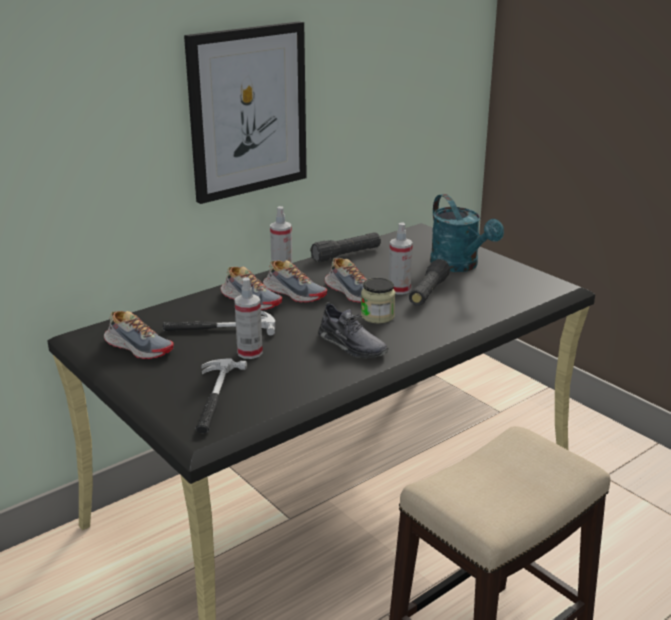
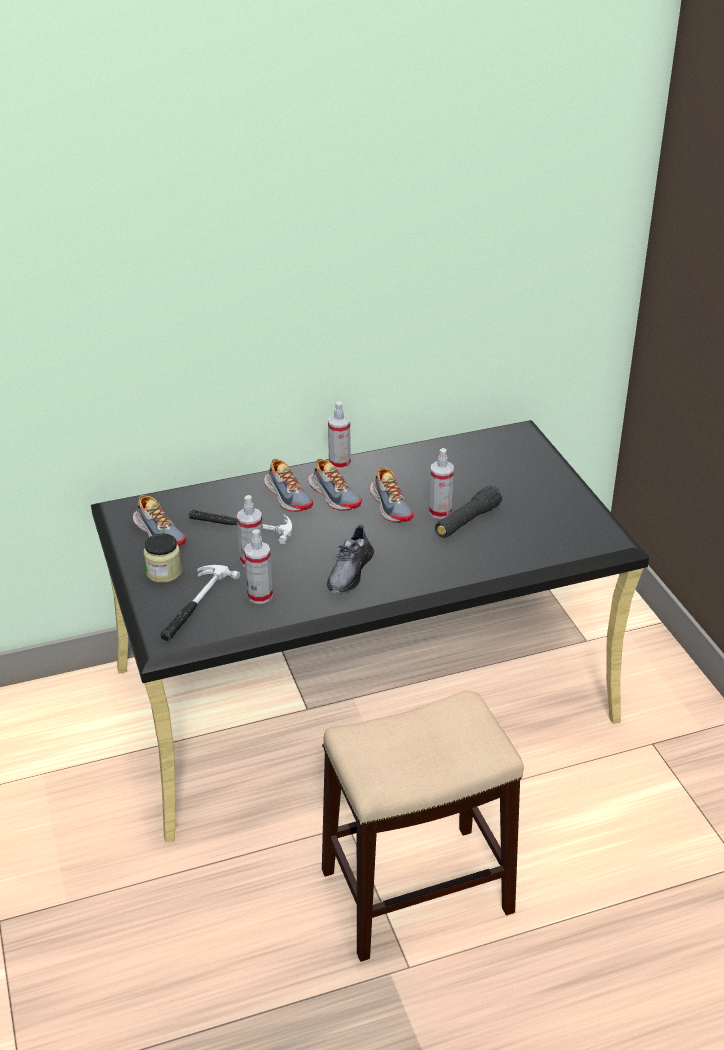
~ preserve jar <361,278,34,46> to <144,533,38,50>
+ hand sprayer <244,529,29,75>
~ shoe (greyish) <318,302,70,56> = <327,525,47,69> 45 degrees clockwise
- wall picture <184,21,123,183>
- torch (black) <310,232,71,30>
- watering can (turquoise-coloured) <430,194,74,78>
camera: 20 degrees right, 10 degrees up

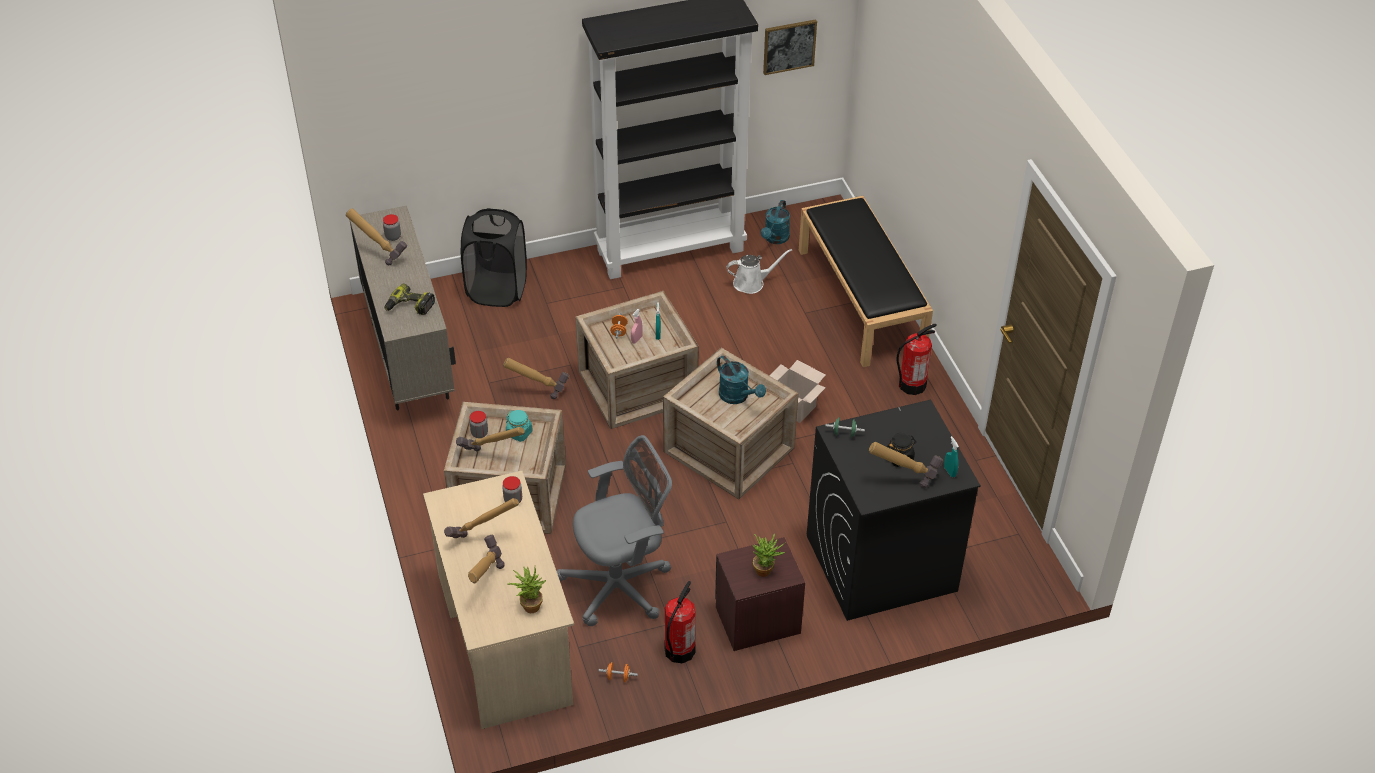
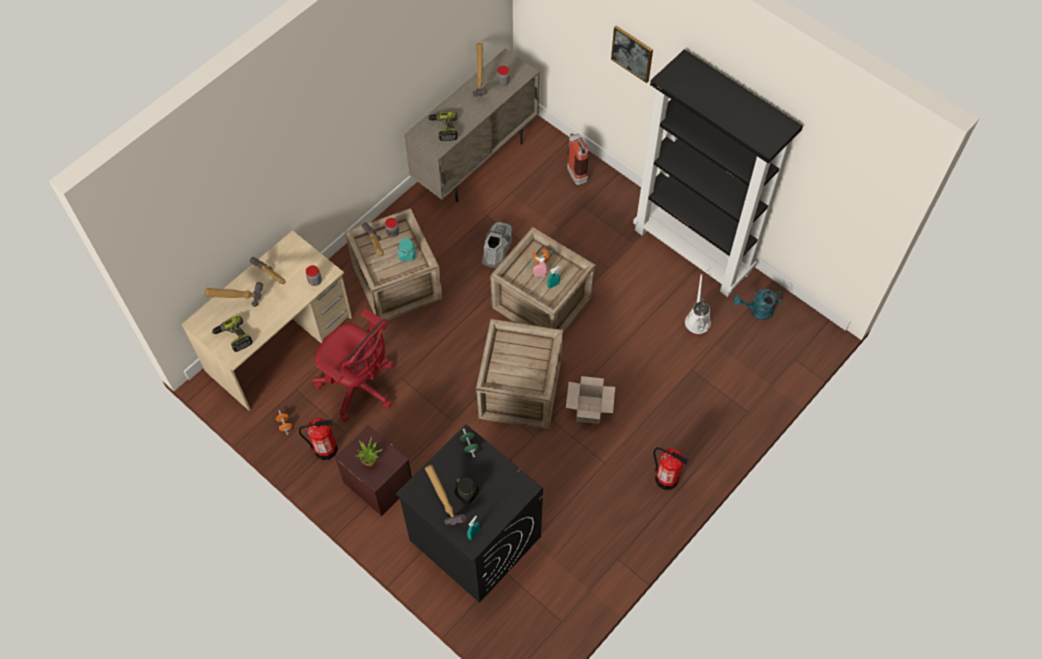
~ potted plant <507,566,39,47> to electric drill <212,315,40,37>
~ office chair (greyish) <557,435,115,191> to office chair (reddish) <312,309,82,113>
~ hammer <503,358,66,41> to boot (greyish) <482,222,30,46>
~ washing basket (black) <461,208,66,99> to fire-fighting cylinder <567,133,22,52>
~ wall picture <763,19,54,56> to <611,26,42,57>
~ watering can (whitish) <727,249,65,45> = <685,274,26,60> 135 degrees counterclockwise
- watering can (turquoise-coloured) <717,356,49,48>
- long seat (black) <799,196,134,171>
camera: 60 degrees right, 15 degrees up

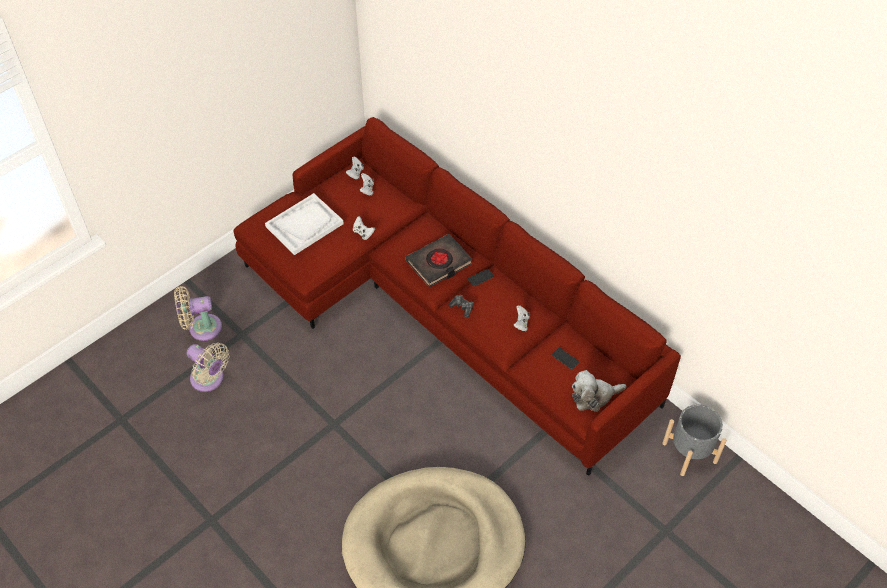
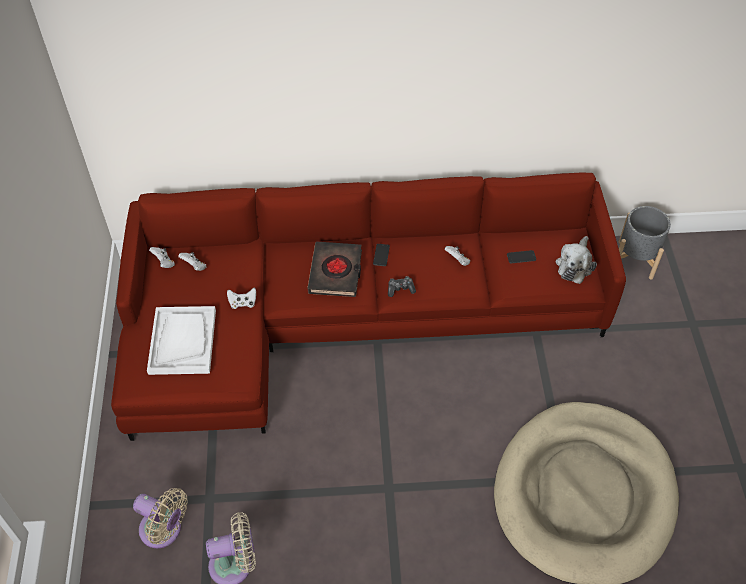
~ fan (sand-coloured) <174,286,48,55> = <133,488,55,60> 90 degrees counterclockwise
camera: 50 degrees left, 0 degrees up

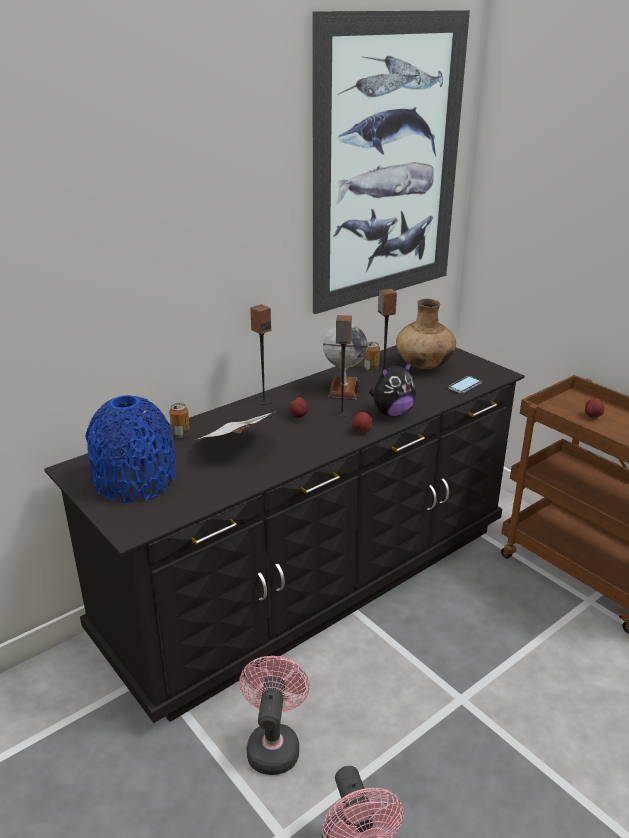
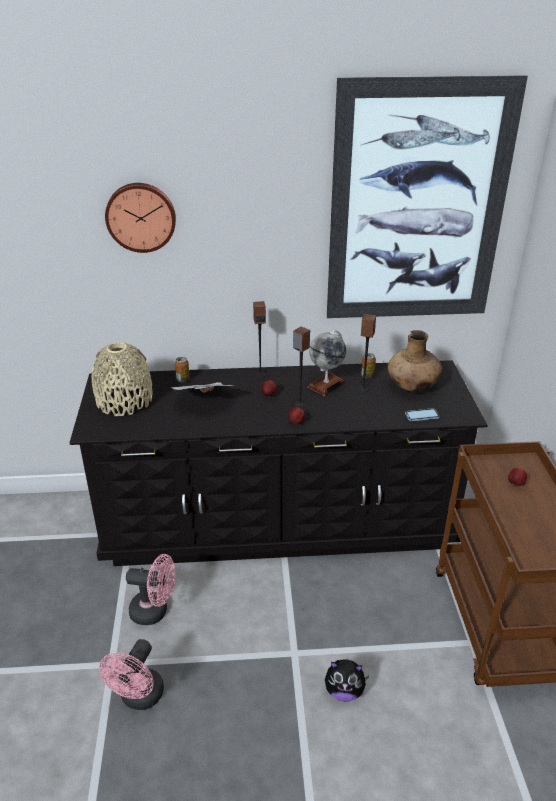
~ flower vase (blue-coloured) <86,395,90,108> to flower vase (sand-coloured) <92,342,61,74>
+ clock on the wall <105,183,71,70>
~ fan (pinkish) <239,656,71,119> = <126,554,50,71> 60 degrees clockwise
~ plush toy <369,361,47,56> to <325,660,44,41>
camera: 35 degrees right, 5 degrees up

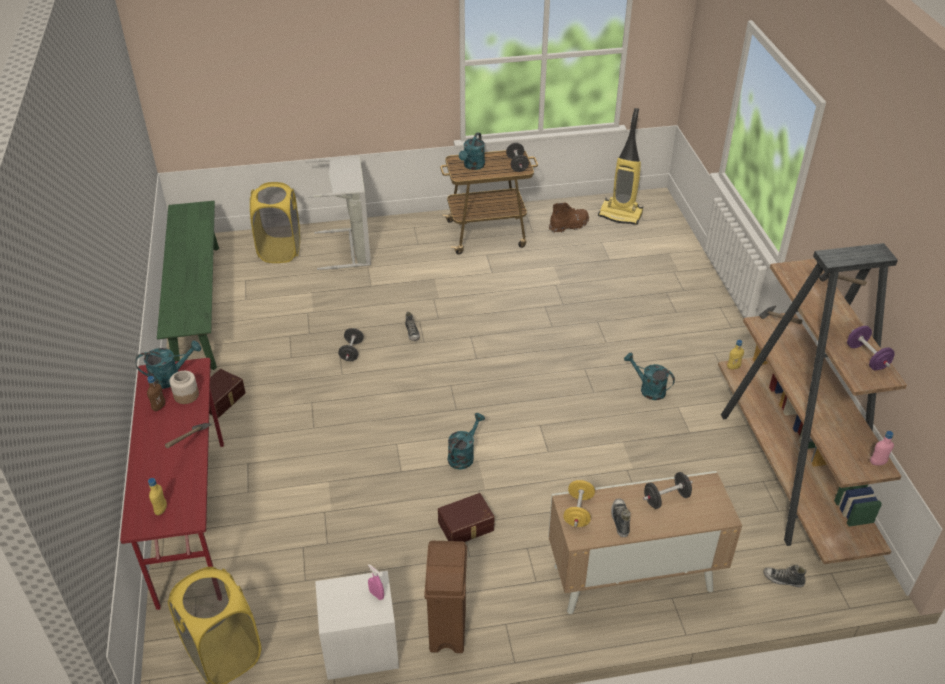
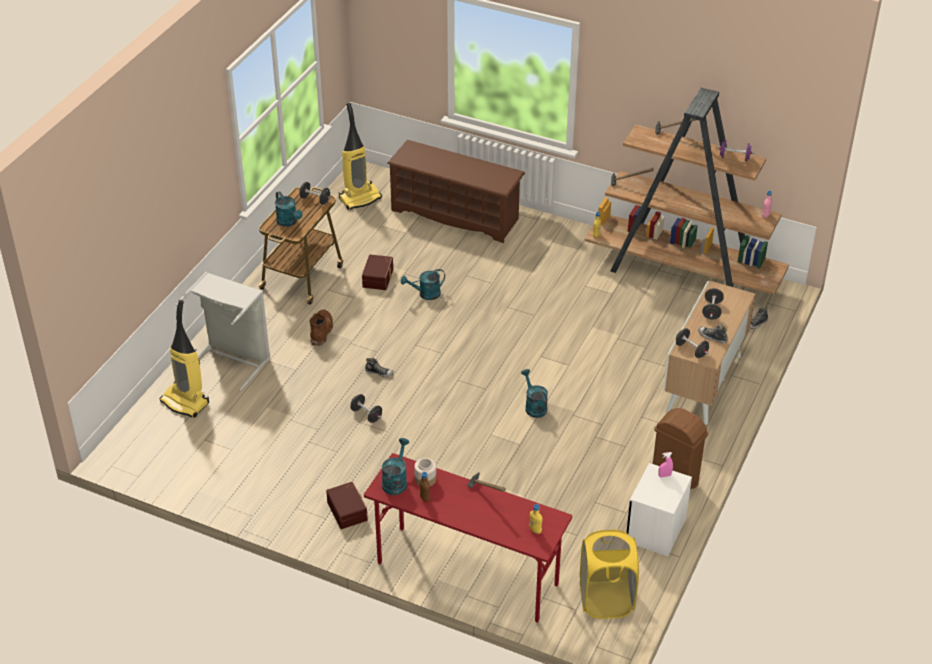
~ washing basket (yellow) <250,182,50,81> to hoover <160,300,49,118>
~ boot (brown-coloured) <549,203,40,30> to <309,310,24,36>
~ storage bin (brown-coloured) <438,493,57,49> to <362,254,31,36>
+ shoe shelf (brown-coloured) <387,140,138,103>
~ watering can (turquoise-coloured) <624,353,51,47> to <401,269,44,31>
~ hand weight (yellow) <563,480,32,47> to hand weight (black) <676,328,33,30>
- long seat (green) <157,201,62,169>
camera: 55 degrees left, 0 degrees up

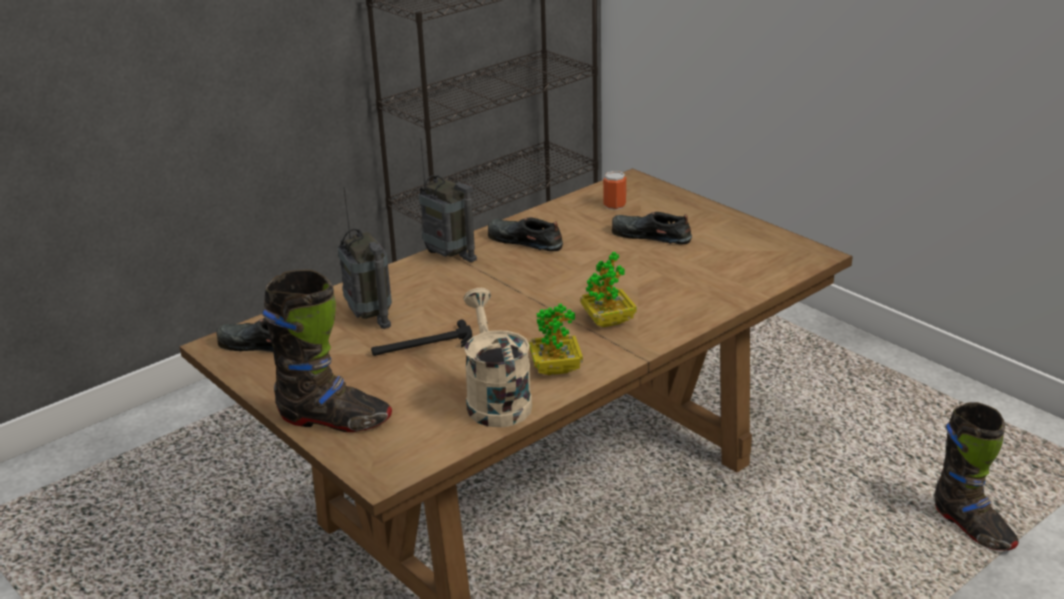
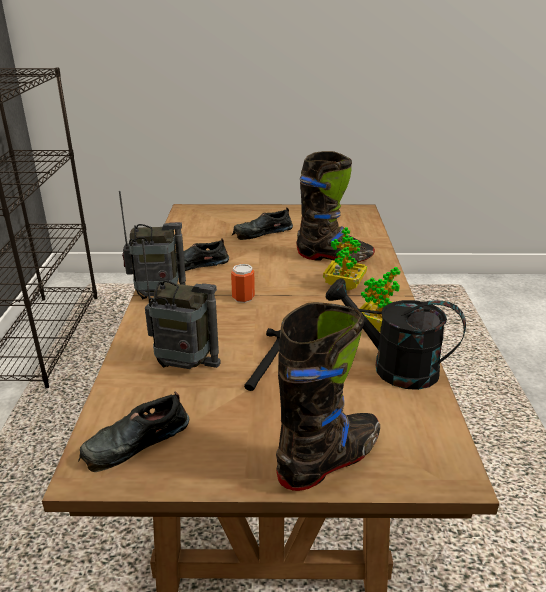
~ sealed can <603,171,23,39> to <231,264,24,39>
~ boot (black) <934,402,85,149> to <296,151,79,111>
~ watering can (sand-coloured) <463,288,69,139> to watering can (black) <325,278,141,112>
camera: 50 degrees left, 0 degrees up

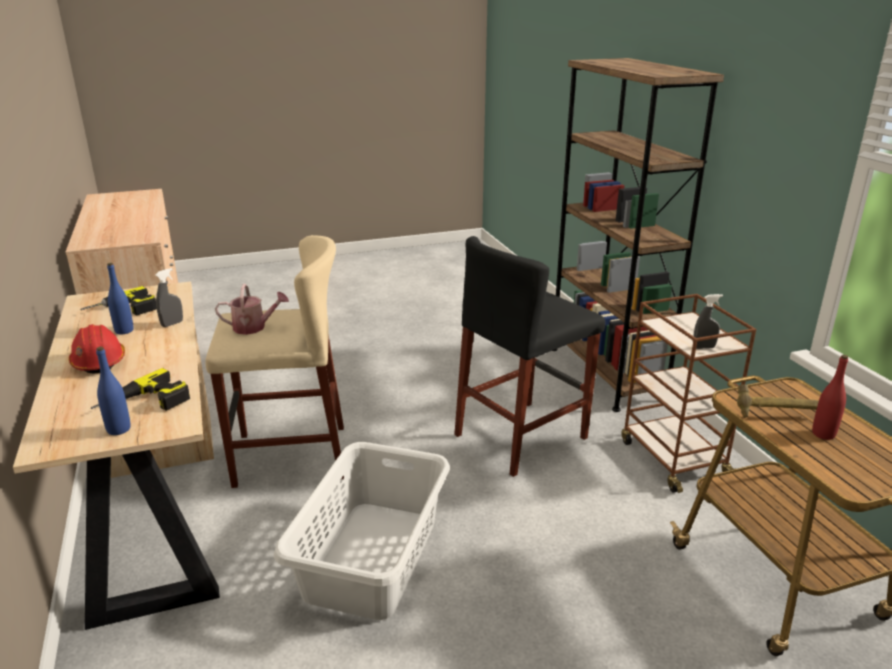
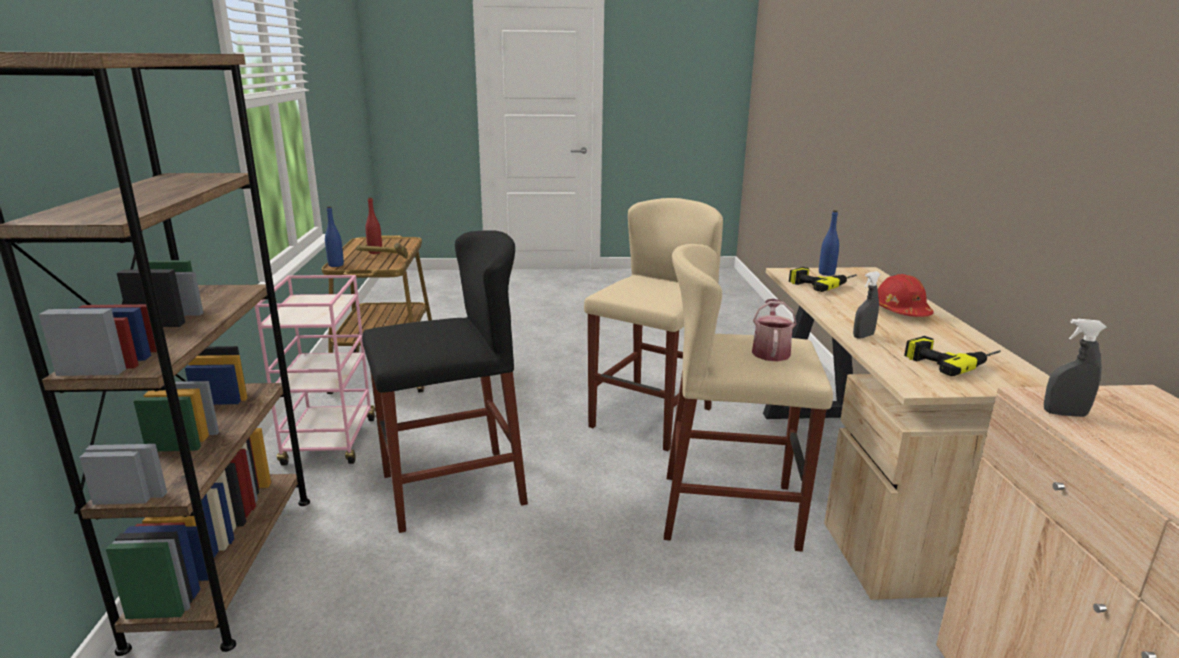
~ cart (brown-coloured) <621,294,135,199> to cart (pinkish) <255,275,120,190>
~ bottle (blue-coloured) <107,263,27,71> to <325,206,19,61>
~ washing basket (greyish) <274,442,176,178> to stool (sand-coloured) <584,198,139,253>
~ watering can <215,284,74,51> = <752,299,45,62> 90 degrees clockwise
~ hand sprayer (greyish) <693,294,30,55> to <1044,319,63,98>
camera: 165 degrees left, 5 degrees down

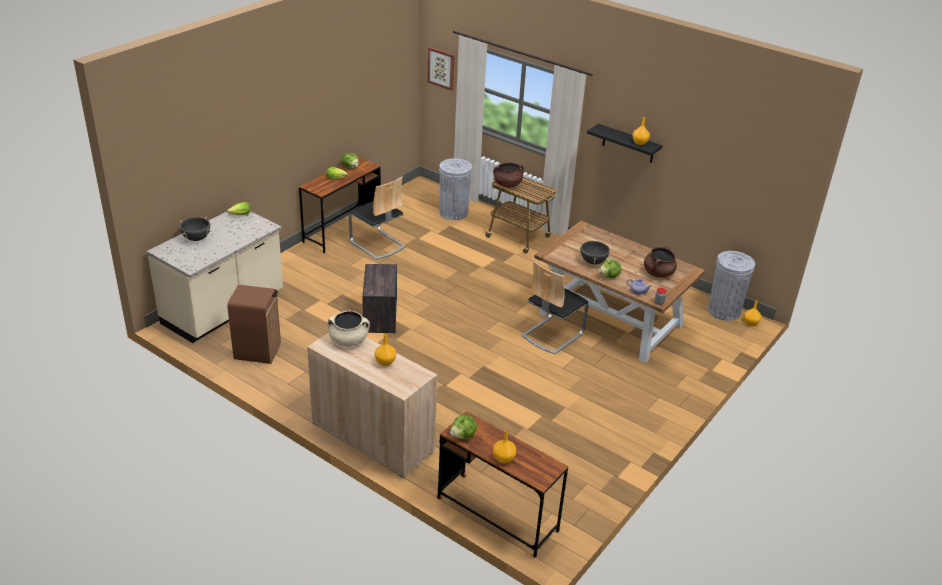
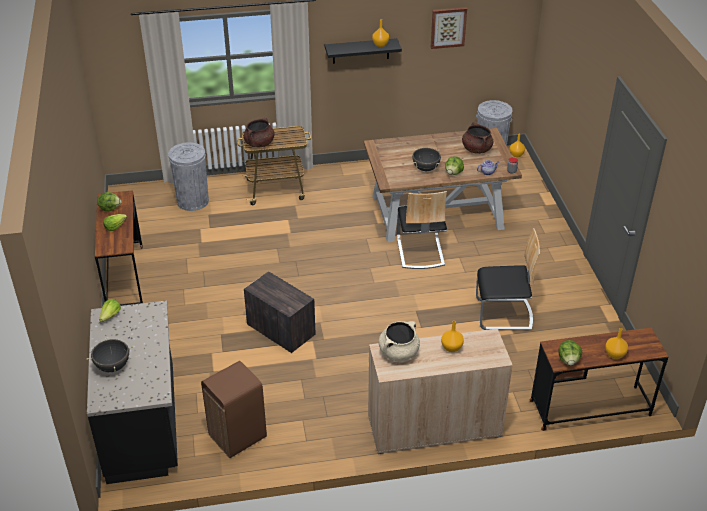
~ counter (sand-coloured) <146,211,137,132> to counter (black) <87,301,91,183>
~ wall picture <427,47,28,44> to <431,7,36,42>
~ chair <349,177,57,83> to <476,228,64,102>
camera: 45 degrees left, 5 degrees up

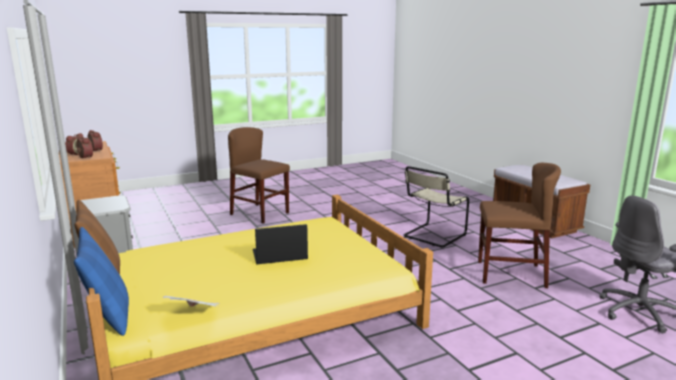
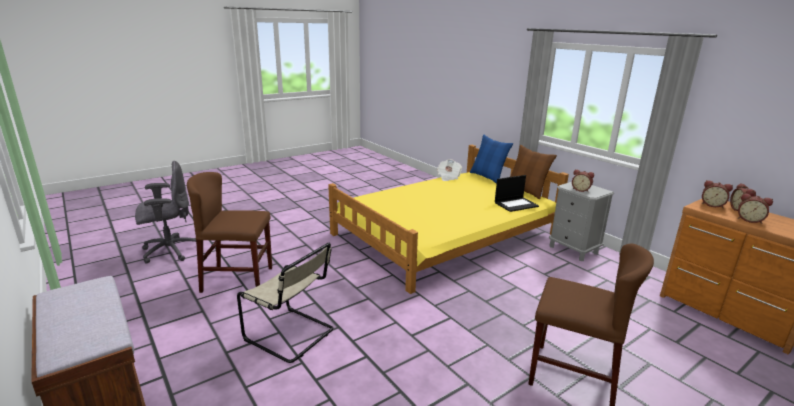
~ chair (sand-coloured) <404,166,65,81> = <237,243,96,120> 90 degrees clockwise
~ portable computer <253,224,55,40> to <495,175,44,37>
+ alarm clock <572,170,22,22>
camera: 170 degrees right, 5 degrees up

